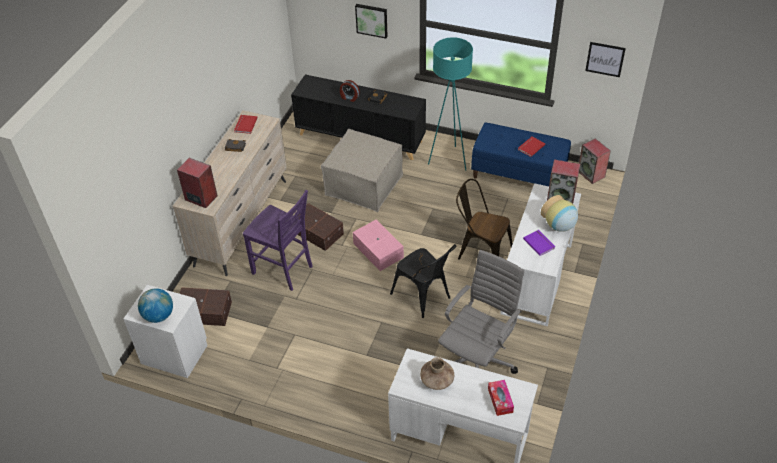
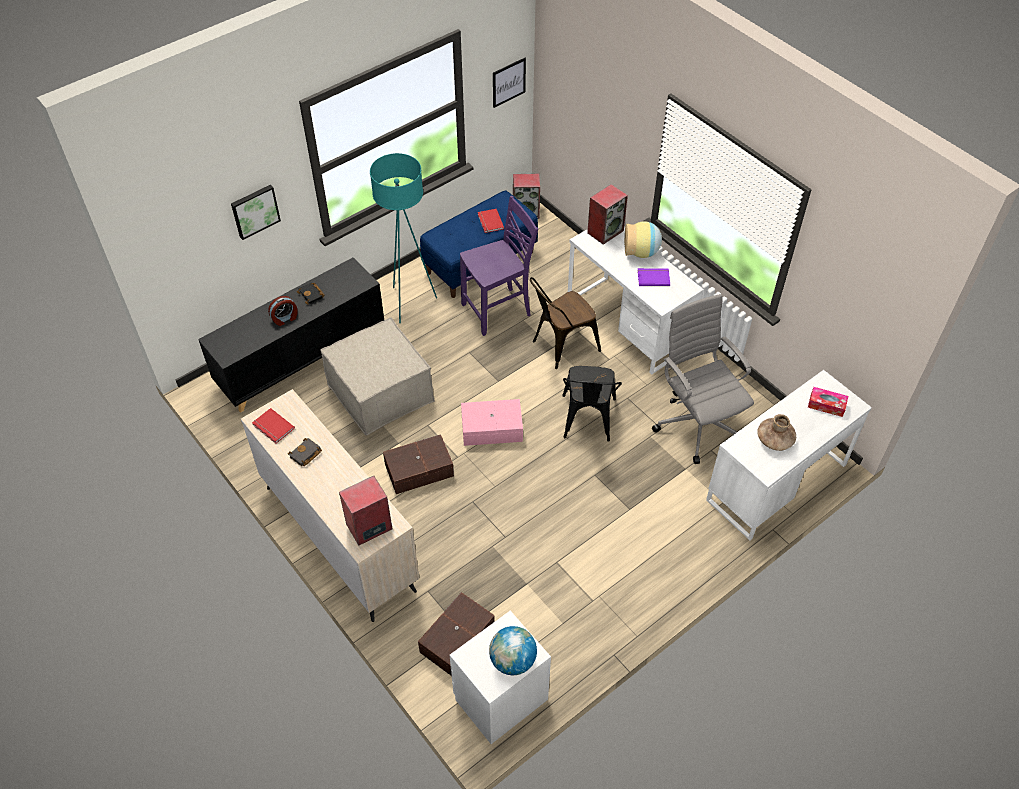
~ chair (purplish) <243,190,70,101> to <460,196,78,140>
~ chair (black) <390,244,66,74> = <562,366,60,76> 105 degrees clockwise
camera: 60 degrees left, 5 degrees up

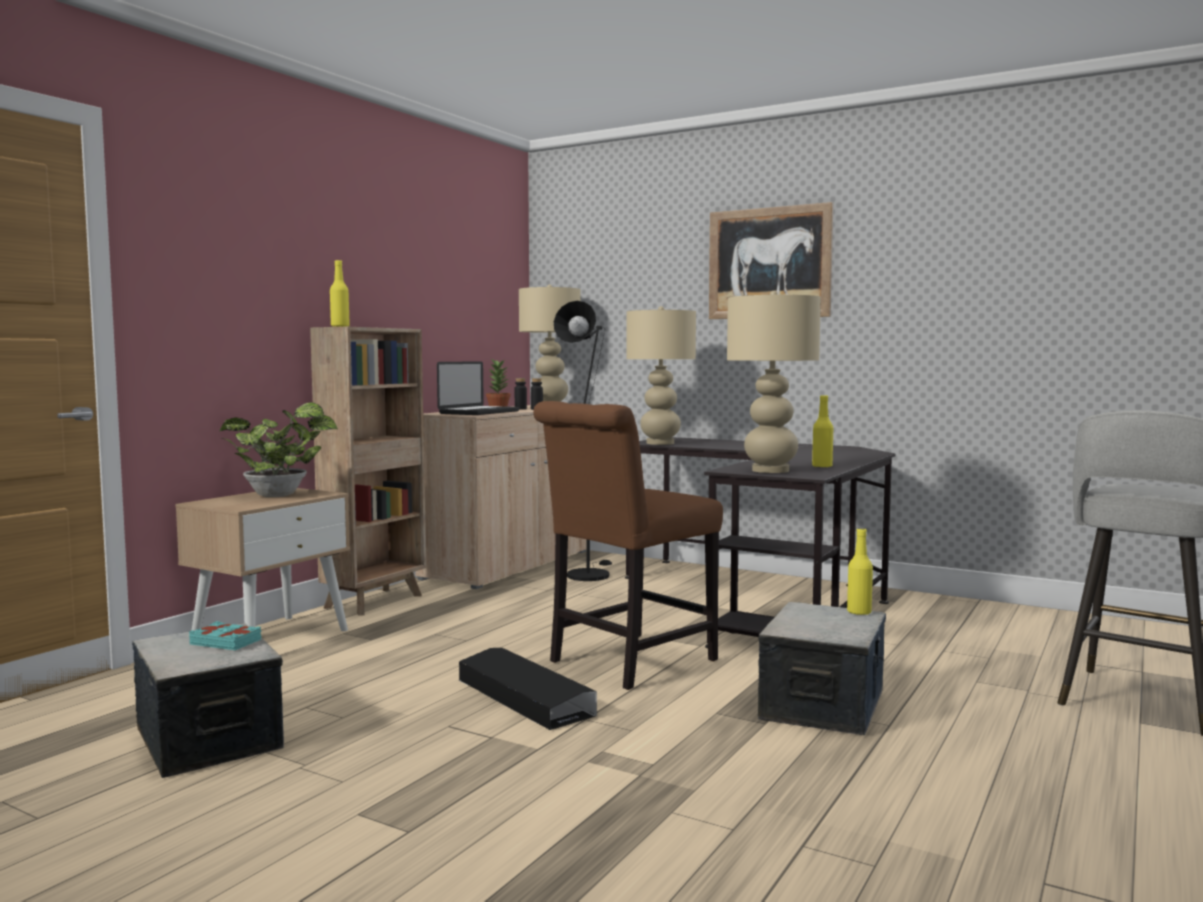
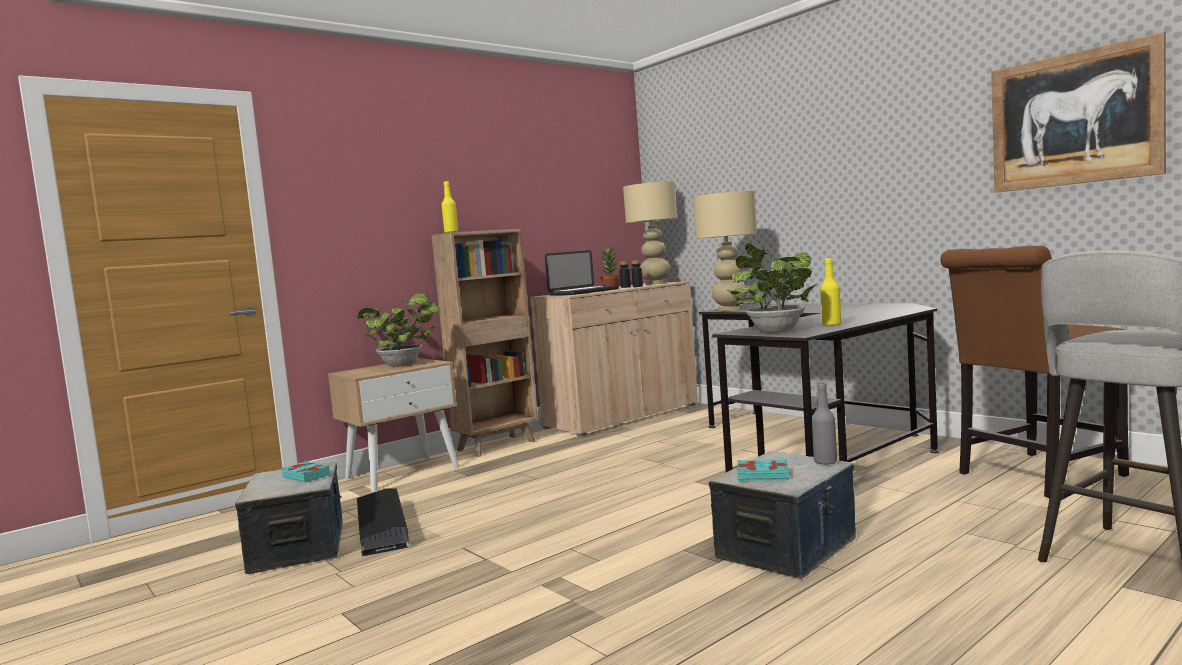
~ storage bin (black) <459,648,138,82> to <357,489,53,67>
~ table lamp (sand-coloured) <727,291,94,182> to potted plant <726,243,91,90>
+ book (turquoise-coloured) <737,459,52,22>
~ bottle (yellow) <847,528,26,87> to bottle (greyish) <812,382,25,83>
~ chair (brown-coloured) <533,401,190,289> to <940,246,189,252>
~ wall picture <709,202,125,117> to <991,32,175,161>
- standing lamp (black) <554,301,58,280>
camera: 20 degrees right, 0 degrees up

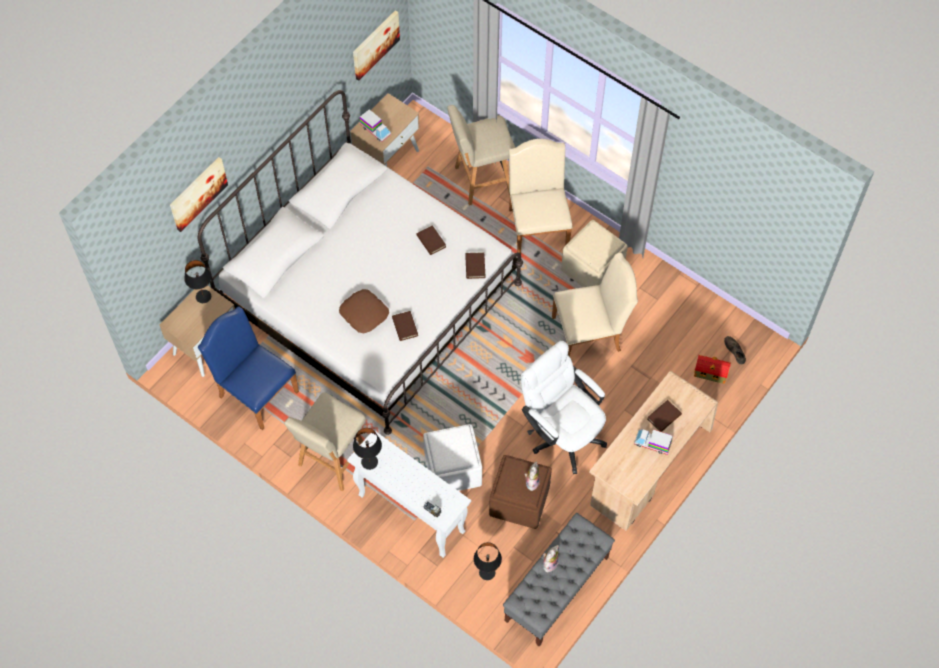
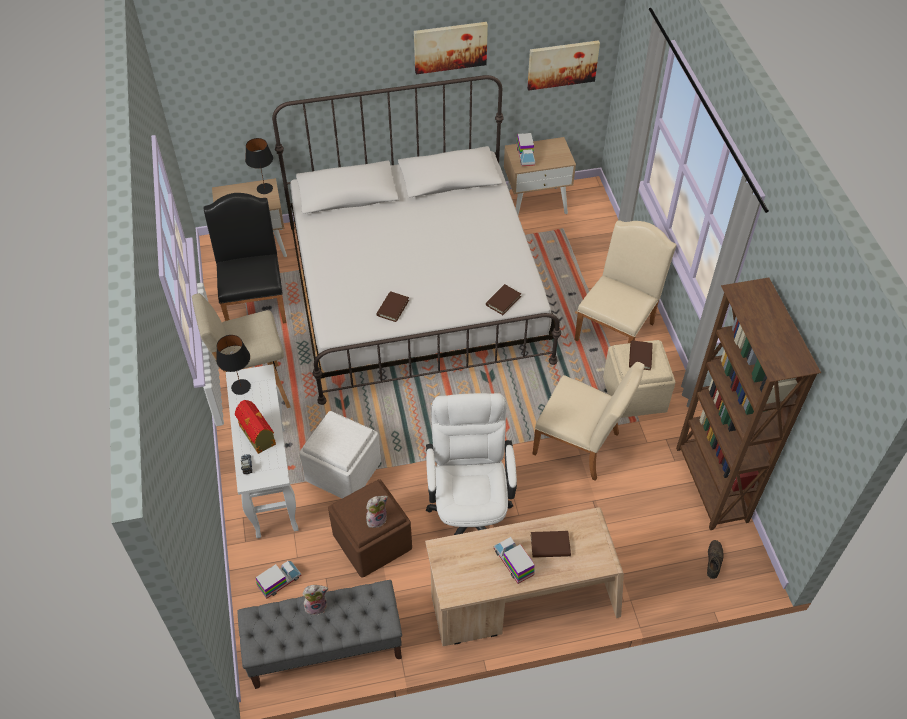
~ chair (blue-coloured) <198,306,101,124> to chair (black) <204,193,82,131>
~ model house <694,355,37,29> to <235,400,41,54>
~ table lamp (black) <474,542,28,38> to toy truck <256,561,46,38>
~ wall picture <170,157,58,75> to <414,22,74,52>
~ book (brown-coloured) <416,225,30,30> to <629,341,24,29>
+ shelving unit (brown-coloured) <676,278,145,252>
- throw pillow (brown-coloured) <339,289,50,45>
- stool (sand-coloured) <447,105,69,101>
camera: 40 degrees right, 10 degrees down

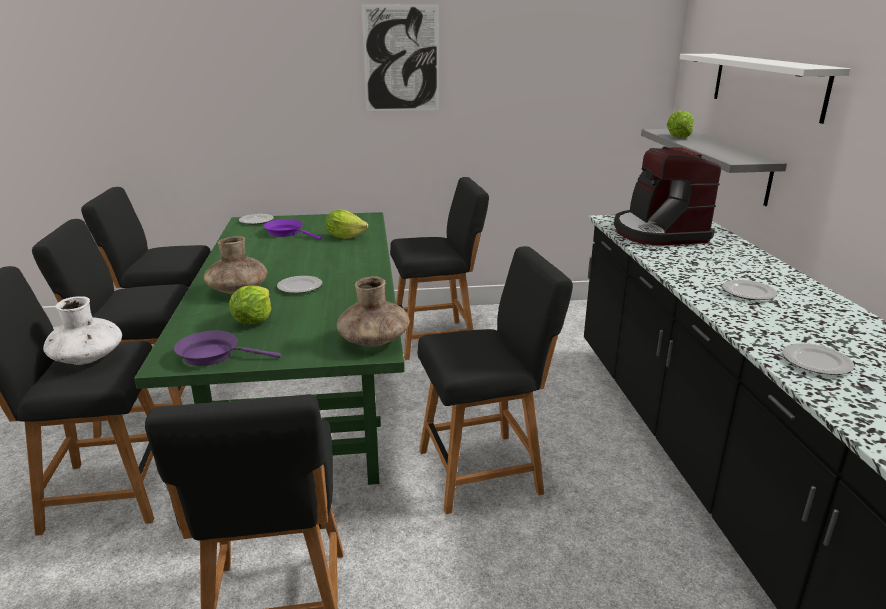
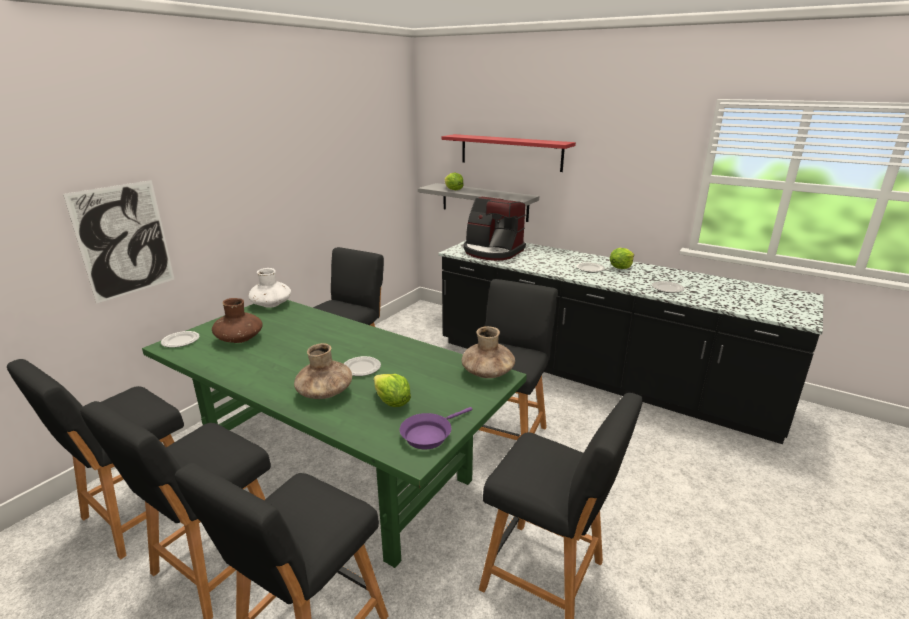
~ wall picture <362,4,77,107> to <63,180,111,124>
~ frying pan (purplish) <264,219,57,21> to flower vase (brown-coloured) <212,298,51,45>
~ flower vase (whitish) <43,296,79,69> to <248,268,43,40>
~ wall shelf (whitish) <679,54,171,70> to wall shelf (reddish) <442,134,134,38>
~ lettuce head <325,209,43,30> to <610,248,24,21>
camera: 50 degrees left, 0 degrees up

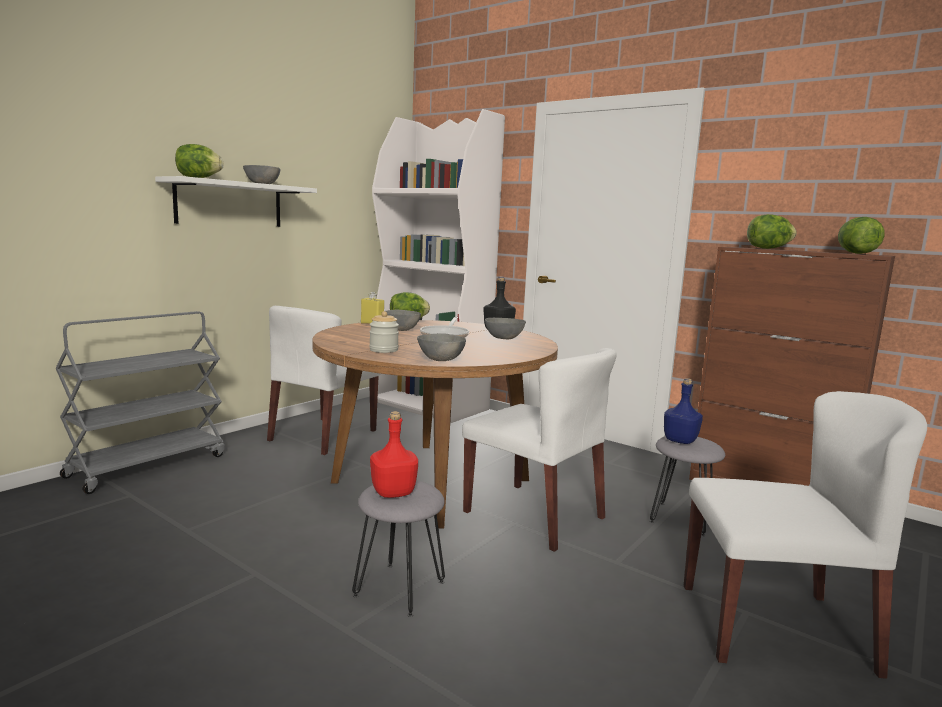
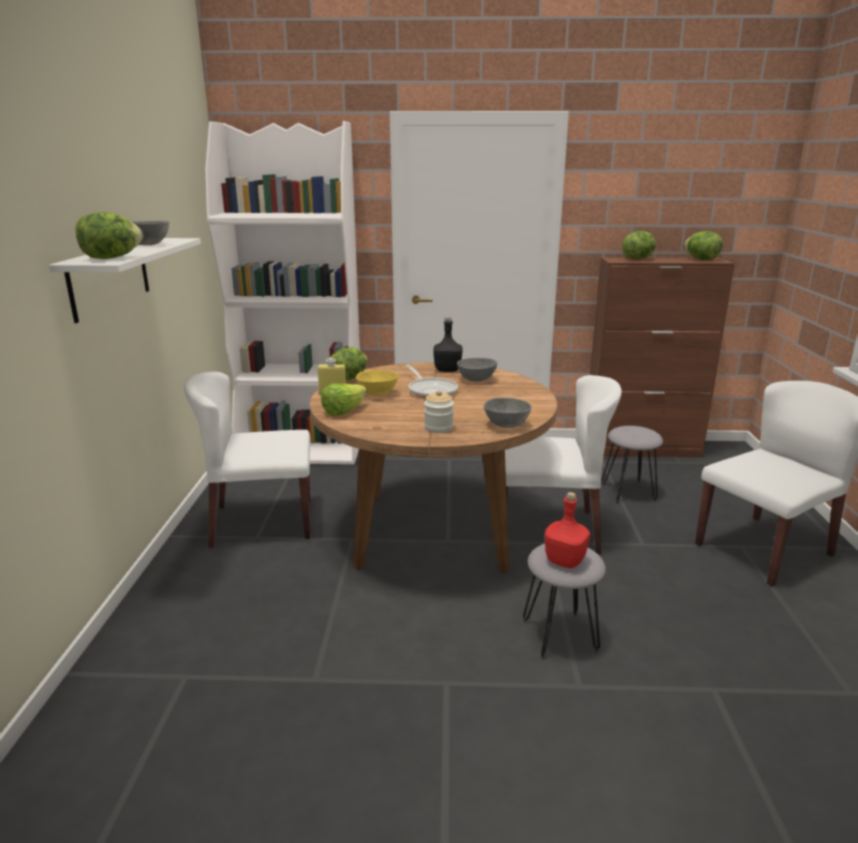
~ chair (whitish) <267,306,113,149> = <184,372,127,176> 90 degrees clockwise
+ lettuce head <321,384,46,32>
~ serving bowl (greyish) <386,310,35,21> to serving bowl (yellow) <356,370,42,26>
- cart (greyish) <56,311,169,183>
- bottle (blue-coloured) <664,378,39,66>
camera: 35 degrees left, 10 degrees up

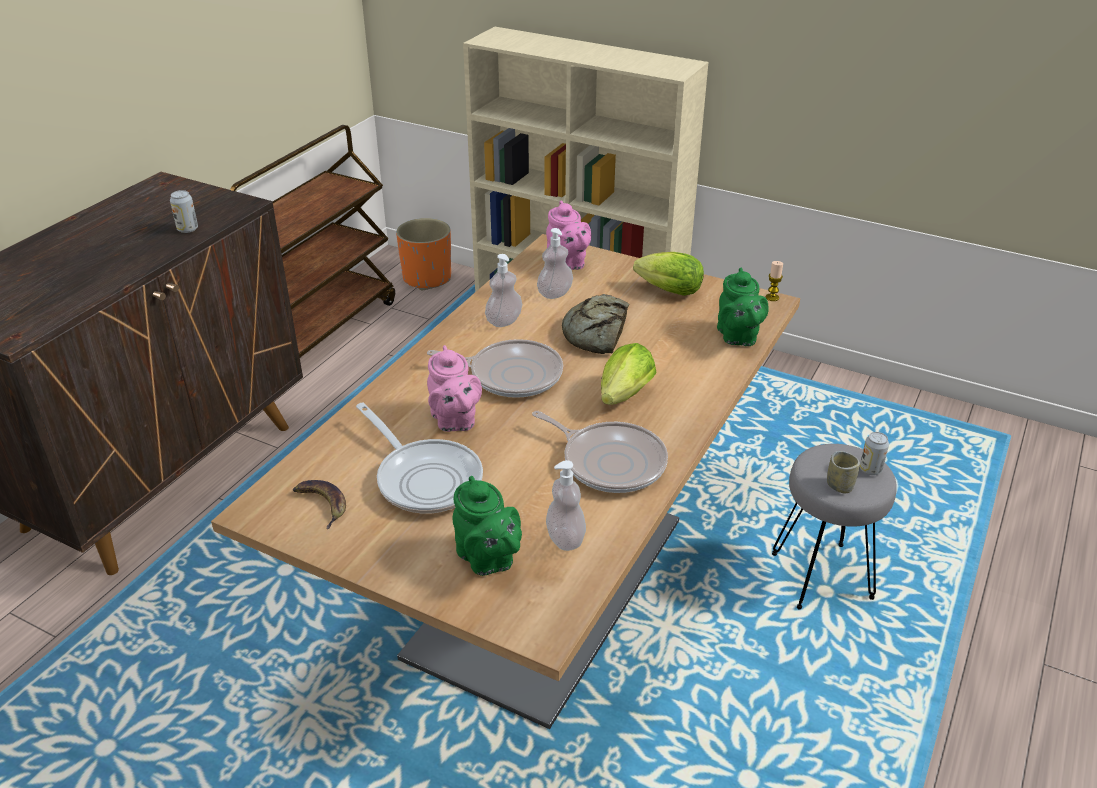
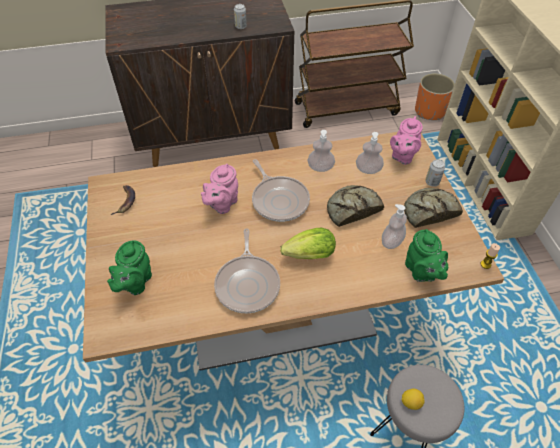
~ liquid soap bottle <546,460,40,91> to <382,204,25,45>
~ small cup <827,451,33,42> to lemon <402,389,23,21>
~ lettuce head <633,252,71,44> to bakery bread <404,188,59,40>
~ teapot (green) <717,267,52,79> = <405,229,43,53> 60 degrees counterclockwise
~ sealed can <860,432,29,43> to <425,159,20,28>
- frying pan <356,403,127,111>
camera: 50 degrees right, 15 degrees up

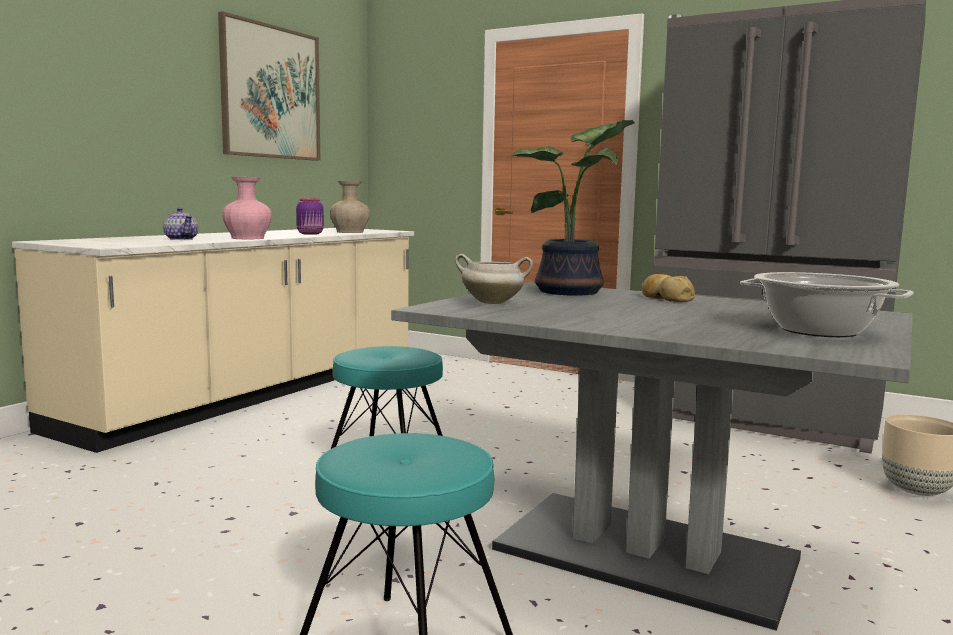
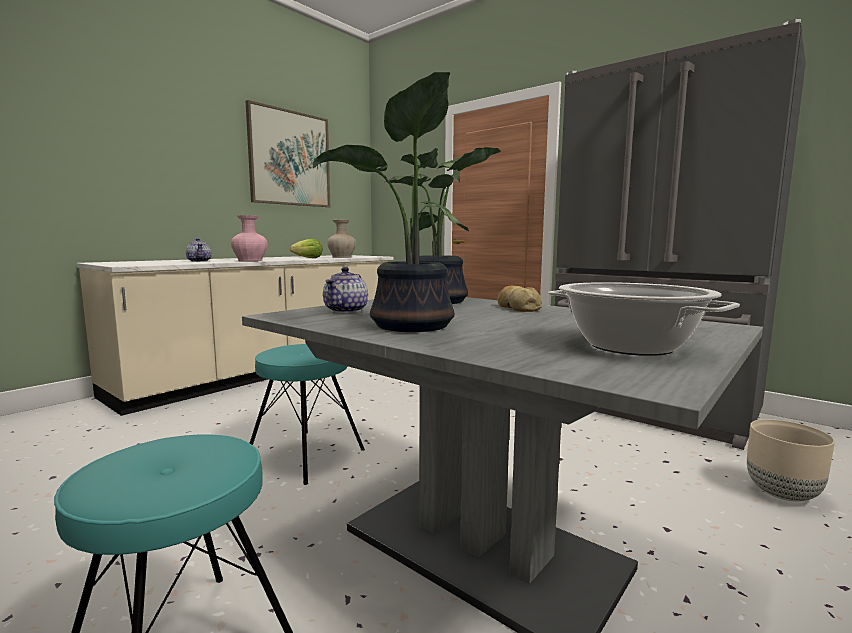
~ preserve jar (purplish) <296,198,28,37> to lettuce head <290,239,32,19>
+ potted plant <312,72,157,260>
~ saucepot (whitish) <455,254,78,50> to teapot <323,267,45,46>
camera: 10 degrees right, 0 degrees up

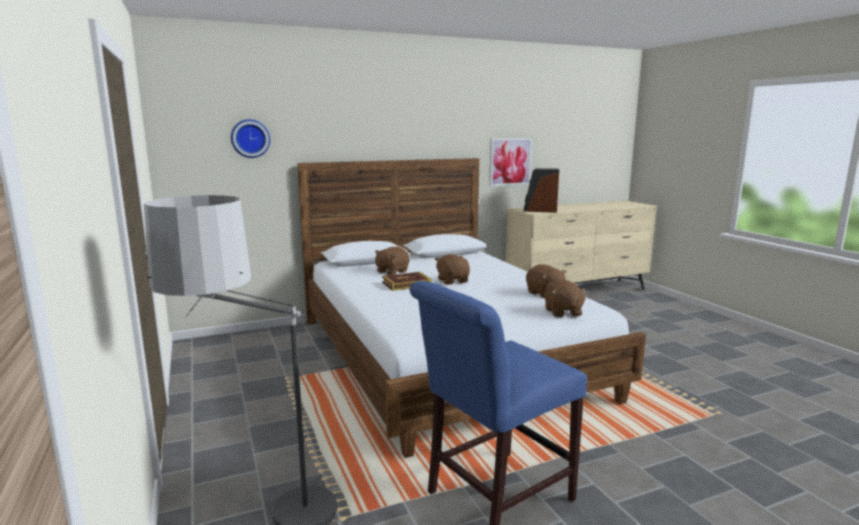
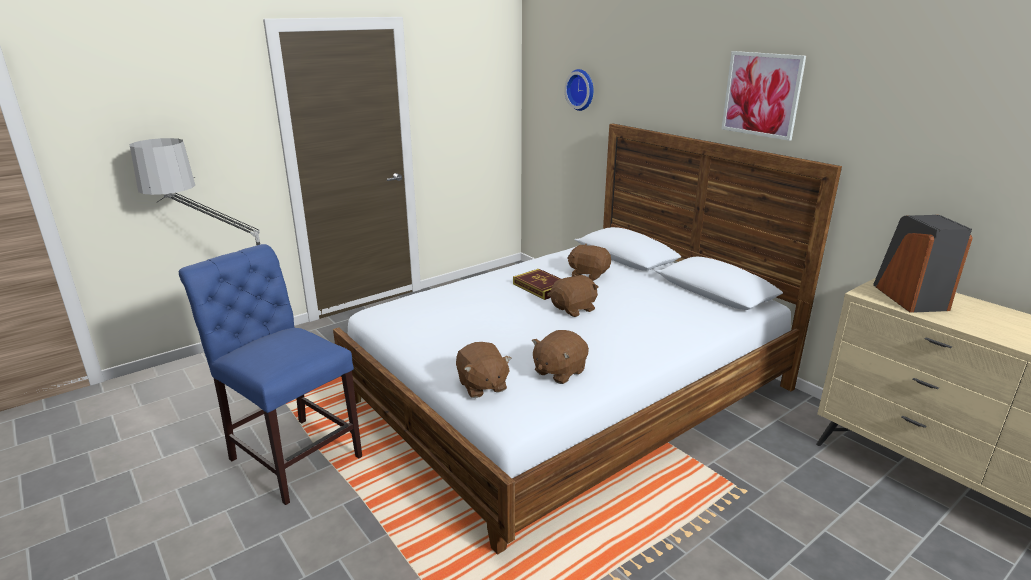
~ plush toy (brown-coloured) <544,279,44,38> = <456,342,56,56> 90 degrees counterclockwise
~ wall picture <489,138,43,48> to <721,51,85,90>
camera: 75 degrees right, 10 degrees up

